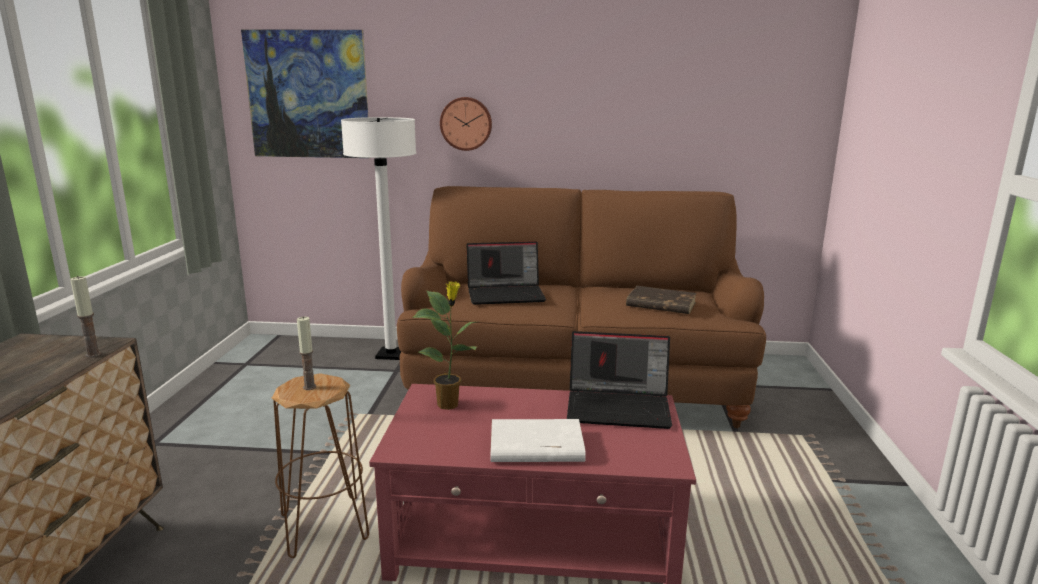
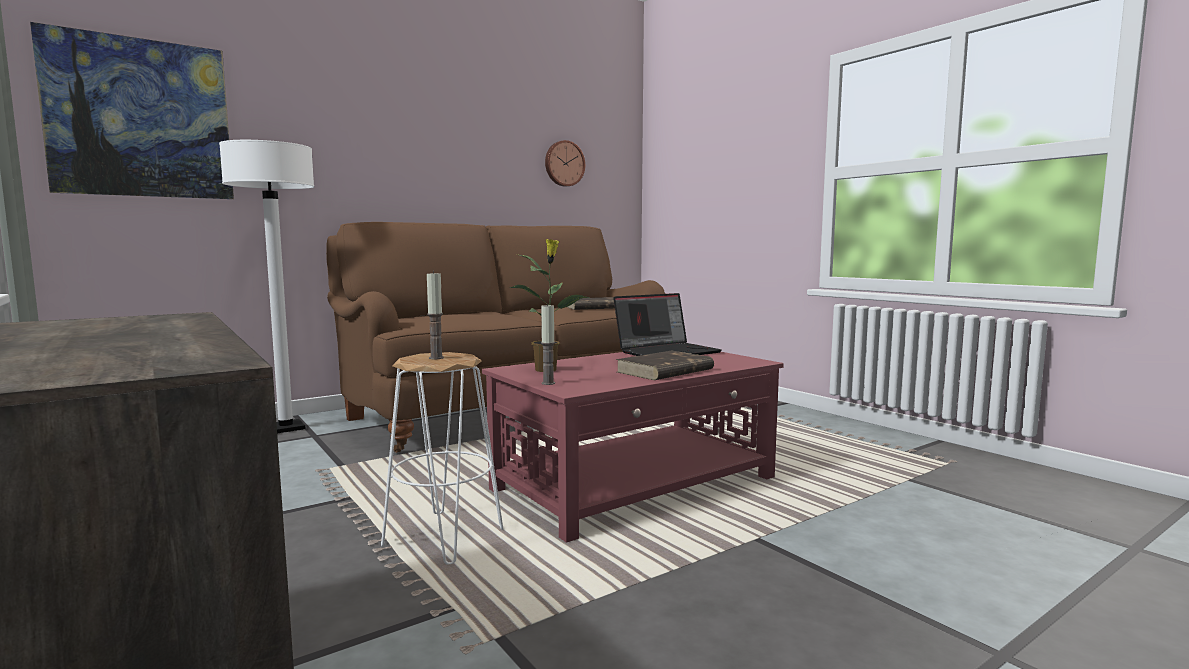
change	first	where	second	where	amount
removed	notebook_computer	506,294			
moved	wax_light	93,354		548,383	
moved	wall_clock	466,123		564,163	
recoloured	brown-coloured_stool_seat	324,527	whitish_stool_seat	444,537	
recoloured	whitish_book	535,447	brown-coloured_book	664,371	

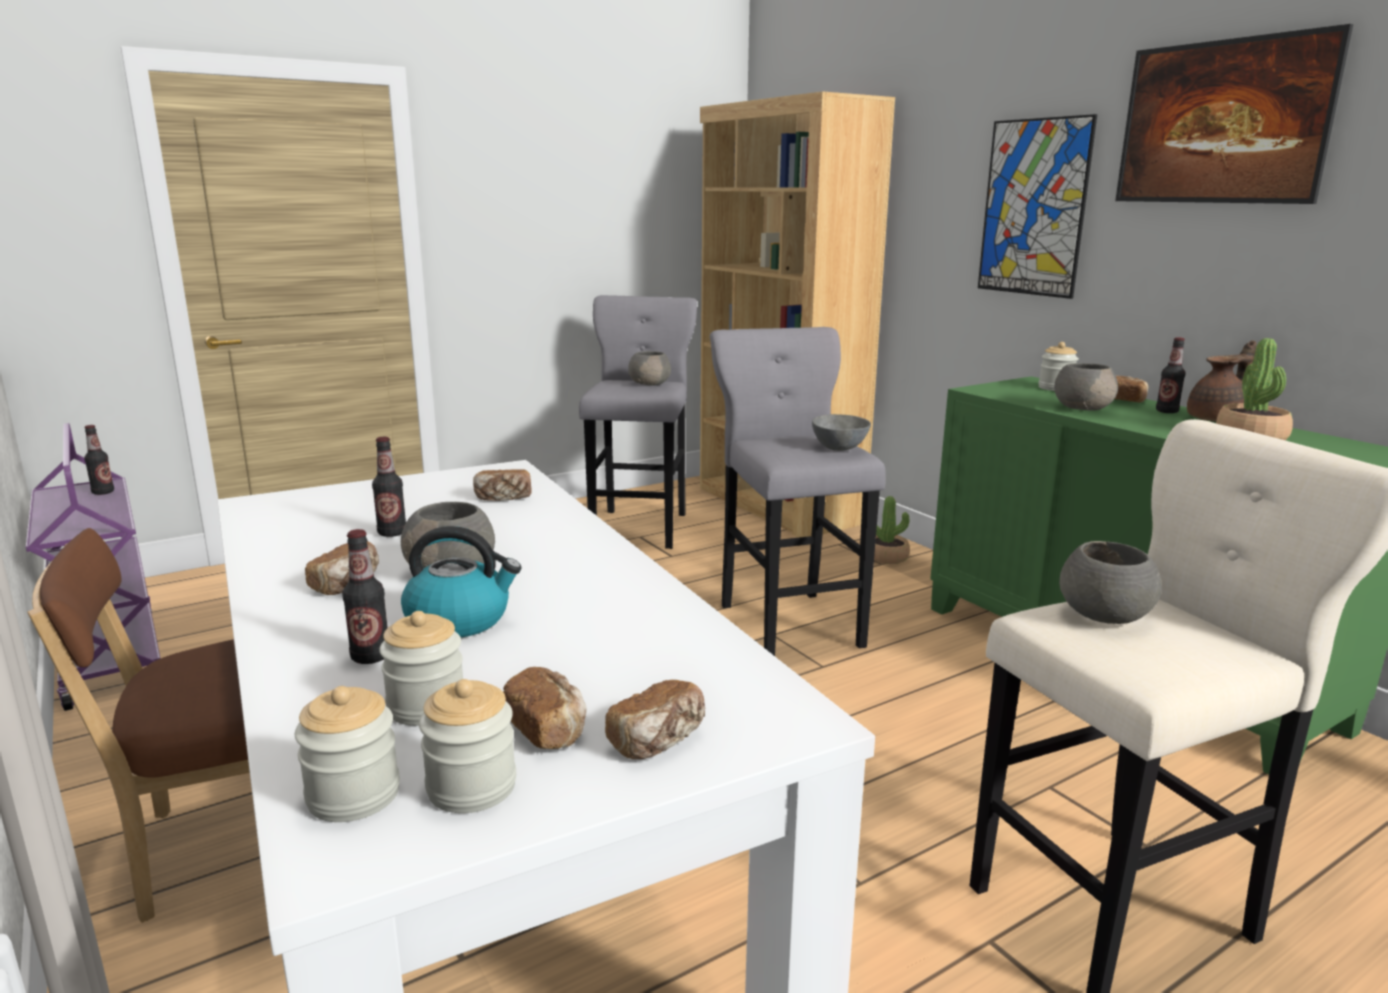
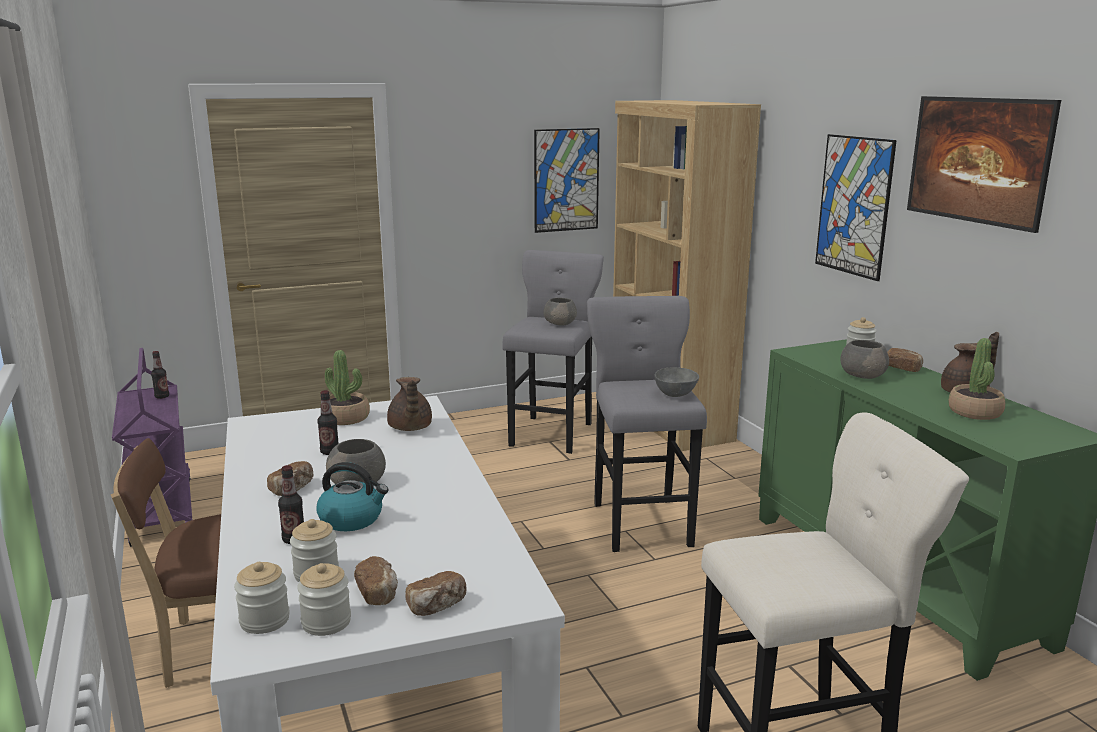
change	first	where	second	where	amount
removed	gray_serving_bowl	1103,616			
removed	beverage_bottle	1166,411			
added			wall_art	566,180	
moved	houseplant	887,557		346,418	
replaced	baked_bread	503,498	brown-coloured_pot_for_tea	409,428	

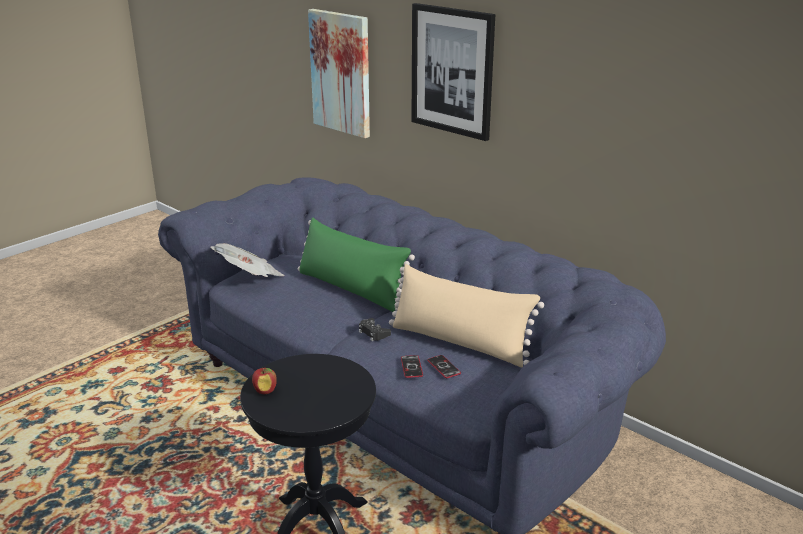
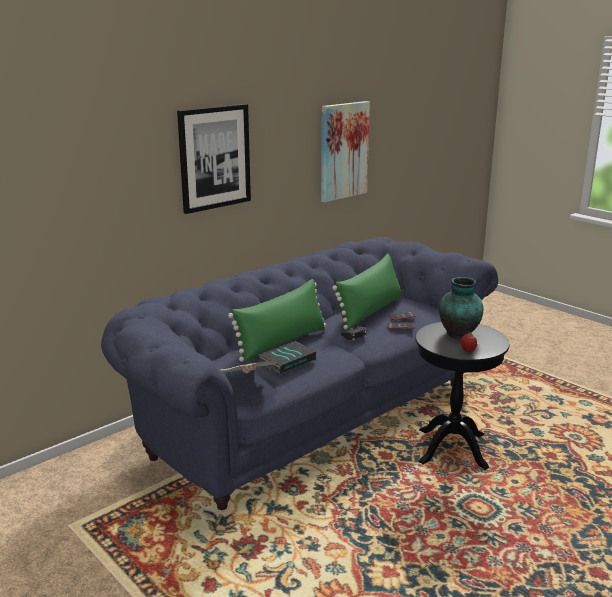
change	first	where	second	where	amount
added			book	287,360	
added			vase	459,334	
moved	wall_art	341,73		343,151	
recoloured	beige-coloured_pillow	459,343	green-coloured_pillow	370,311	

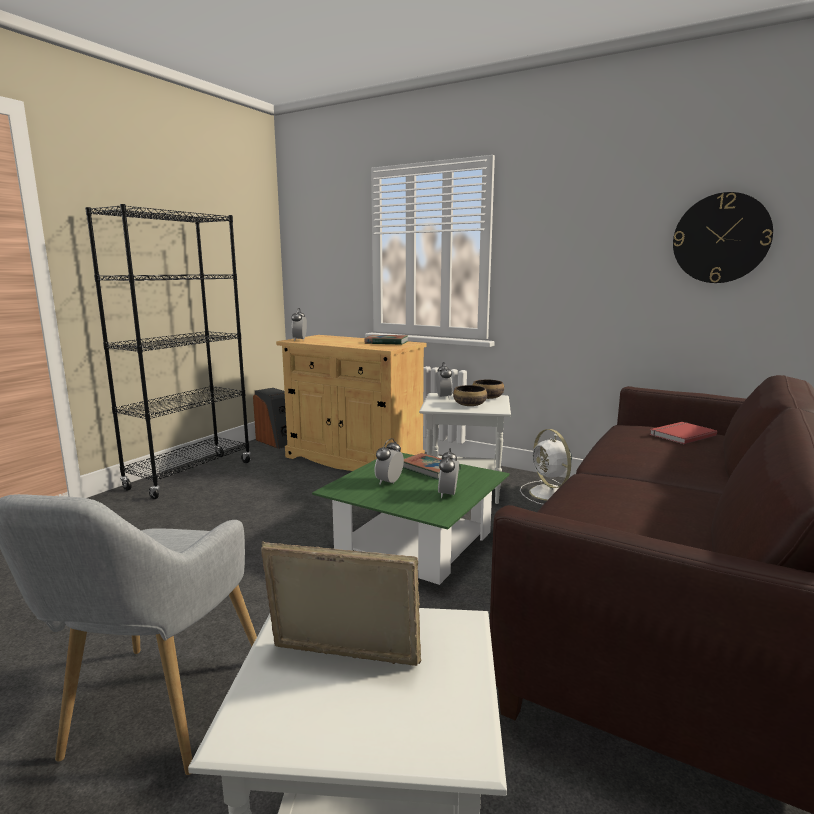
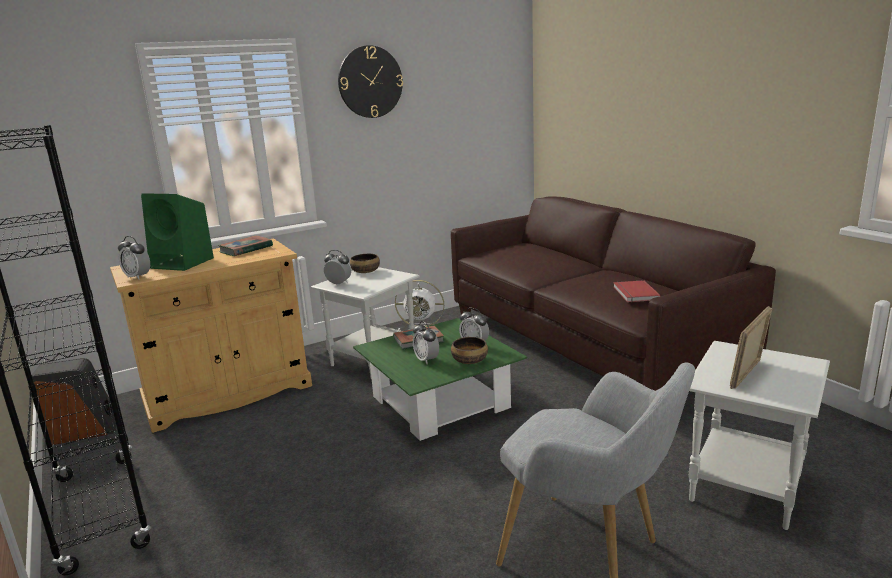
change	first	where	second	where	amount
added			green-coloured_loudspeaker	183,263	
moved	serving_bowl	470,405		469,360	
moved	red-coloured_book	680,435		634,293	
moved	wall_clock	721,238		370,82	

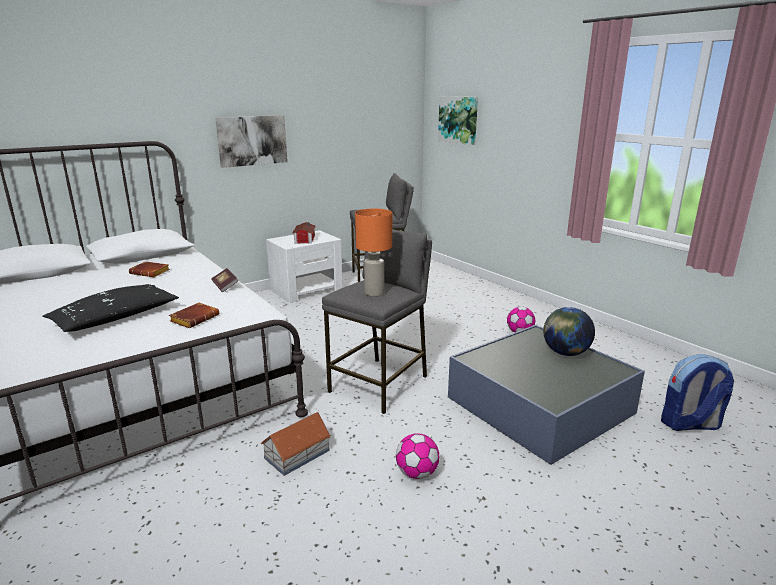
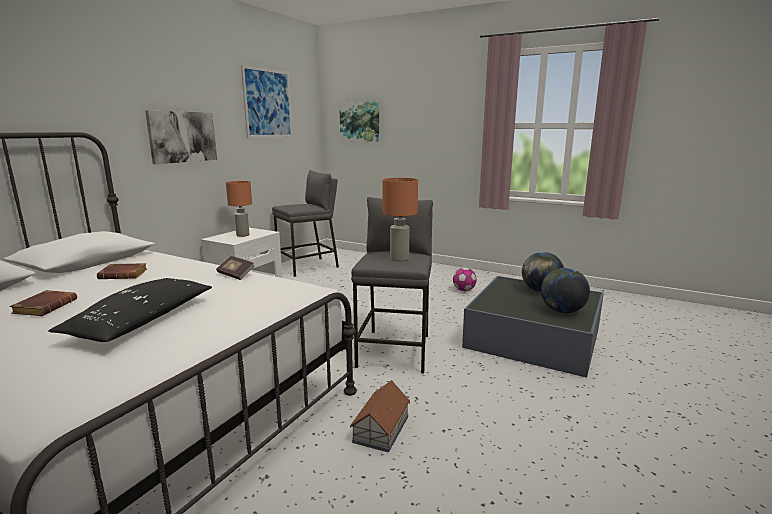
change	first	where	second	where	amount
removed	football_ball	417,473			
removed	knapsack	689,424			
added			wall_art	268,103	
added			globe	562,311	
moved	brown-coloured_book	195,318		45,307	
replaced	miniature_house	304,239	orange-coloured_tabletop_lamp	242,235	

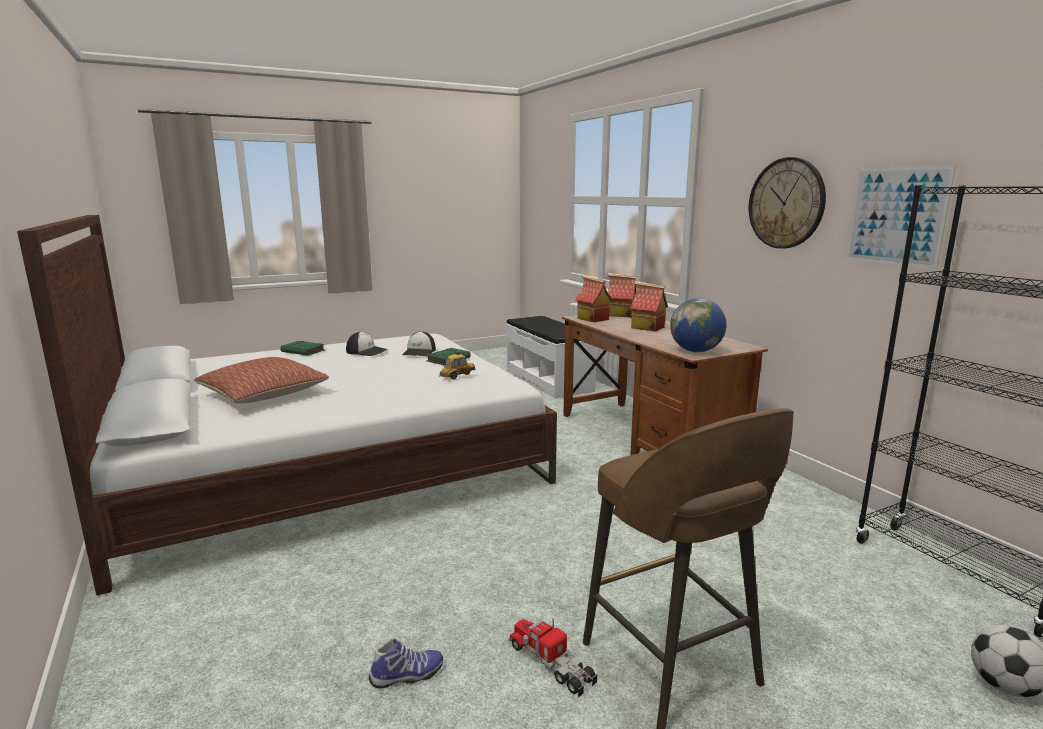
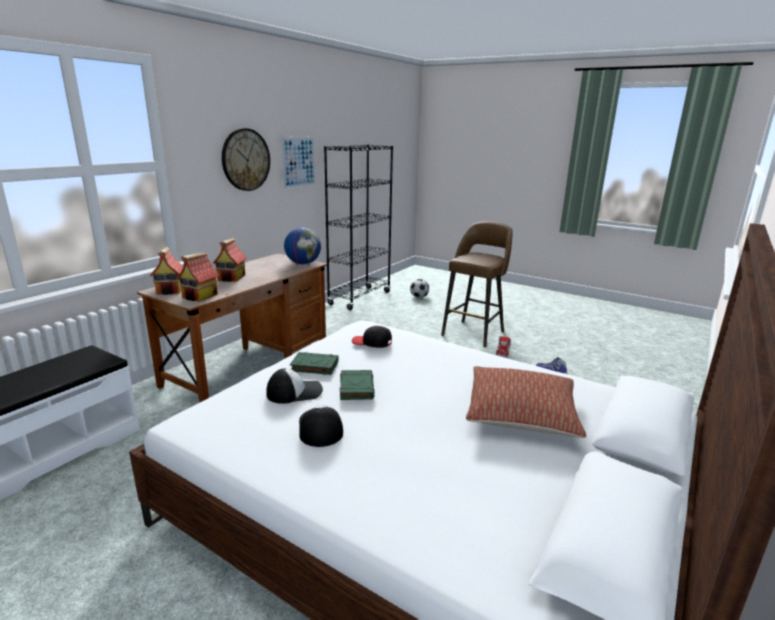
change	first	where	second	where	amount
moved	green-coloured_book	303,351		356,388	
replaced	miniature_car	458,376	black-coloured_cap	372,343	

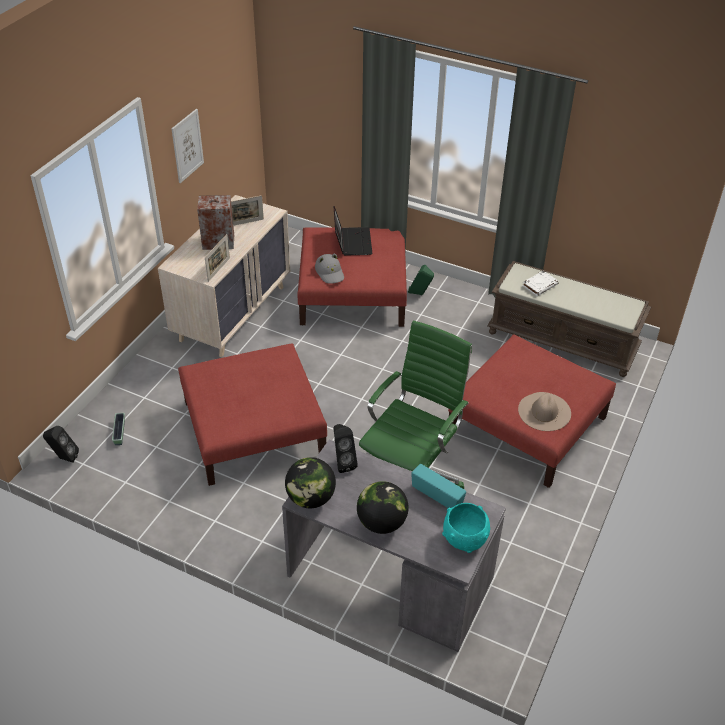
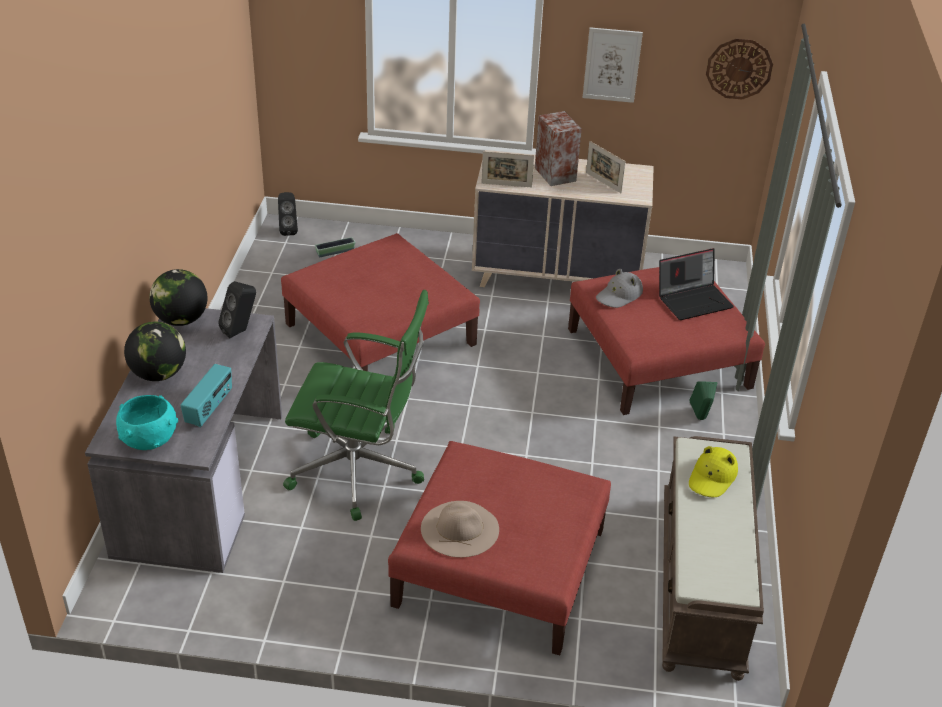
change	first	where	second	where	amount
added			wall_clock	739,68	
replaced	whitish_book	540,285	yellowish_wearable_hat	712,477	

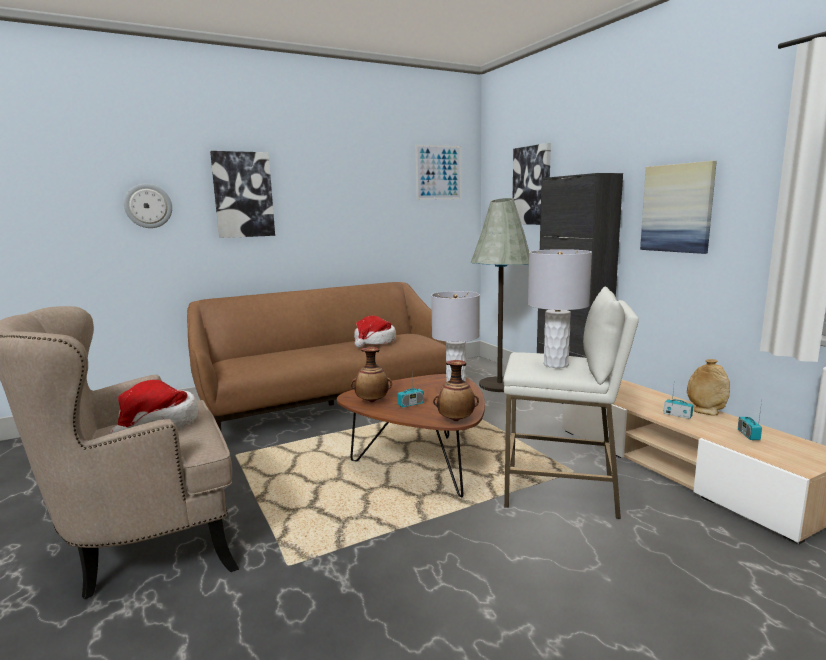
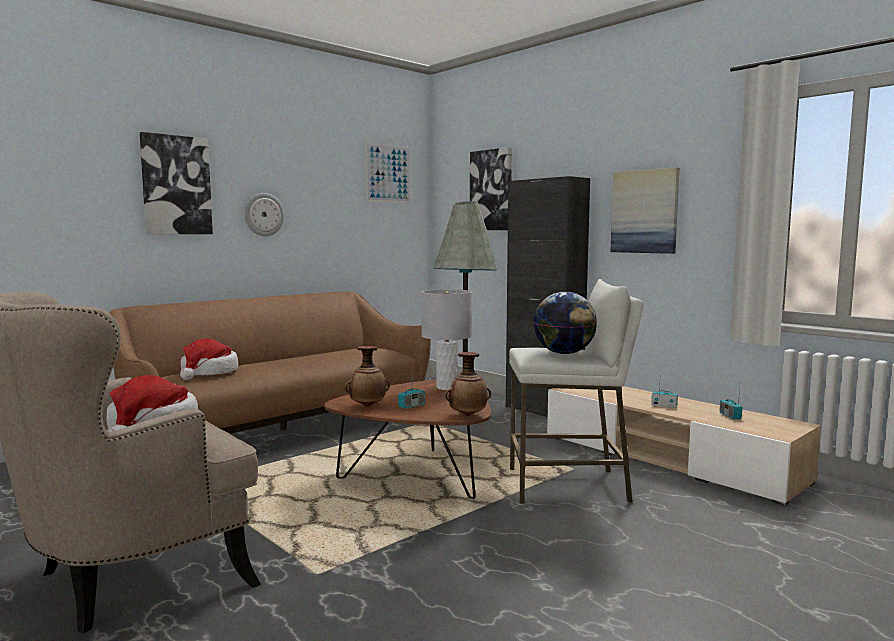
change	first	where	second	where	amount
removed	beige-coloured_vase	705,412			
moved	wall_clock	148,206		263,214	
moved	wearable_hat	374,342		208,373	
replaced	gray_tabletop_lamp	556,365	globe	564,353	

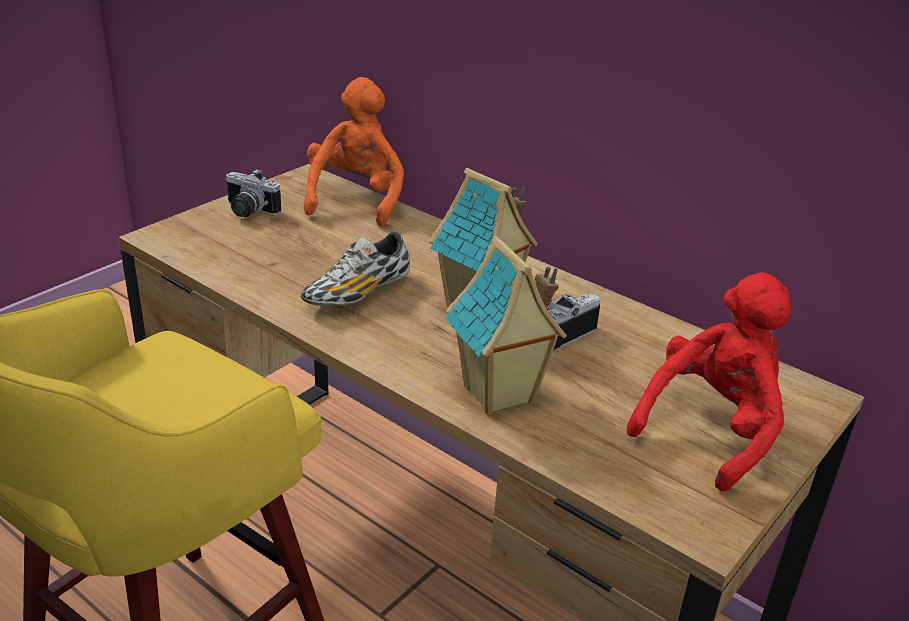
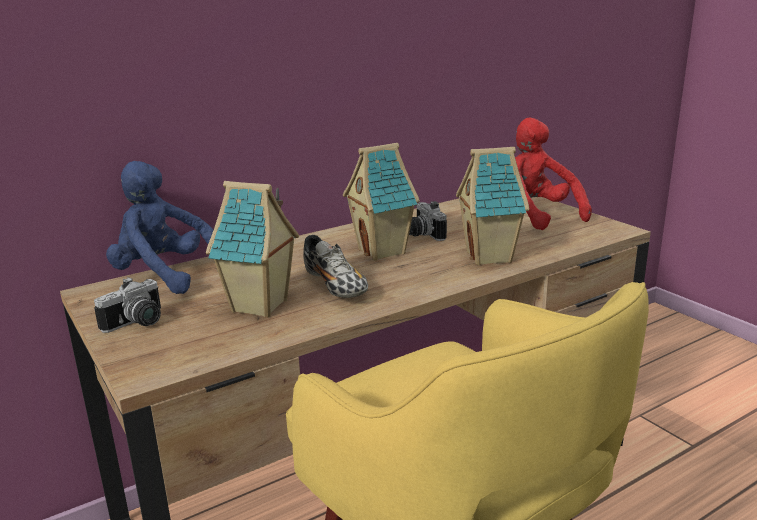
change	first	where	second	where	amount
added			miniature_house	261,306	
recoloured	orange-coloured_cuddly_toy	355,199	blue_cuddly_toy	166,276	

